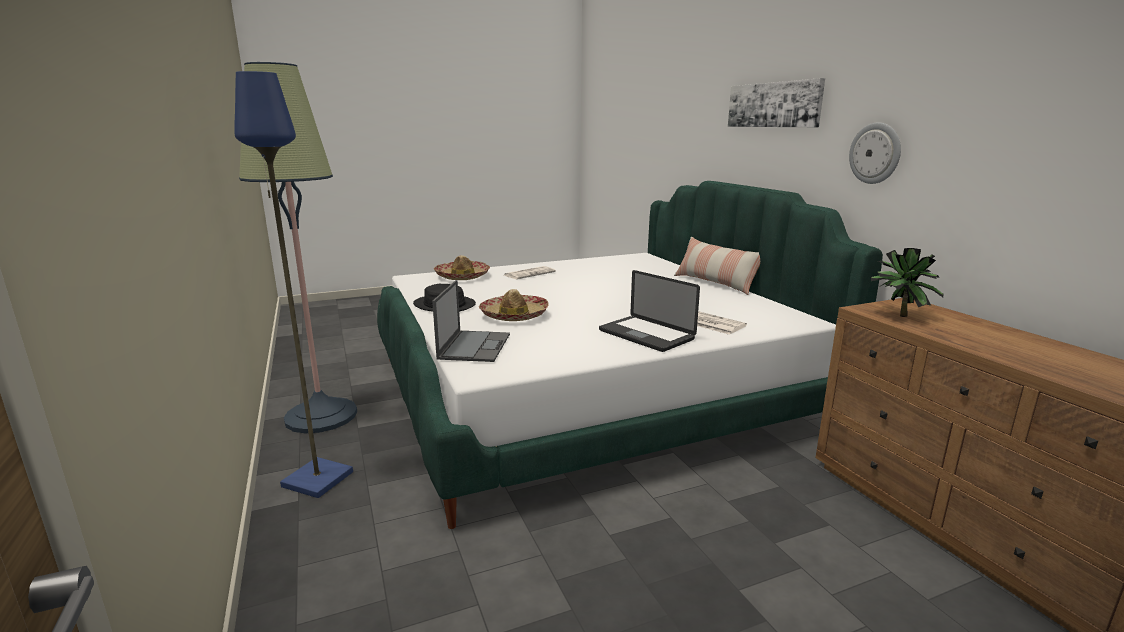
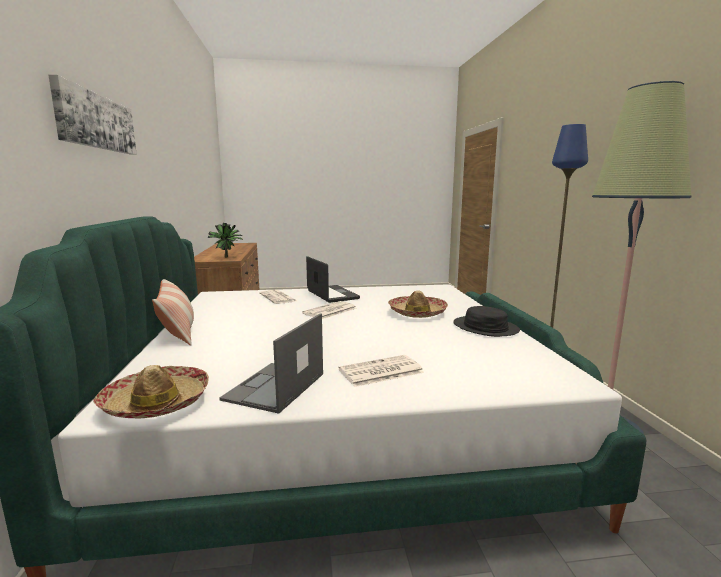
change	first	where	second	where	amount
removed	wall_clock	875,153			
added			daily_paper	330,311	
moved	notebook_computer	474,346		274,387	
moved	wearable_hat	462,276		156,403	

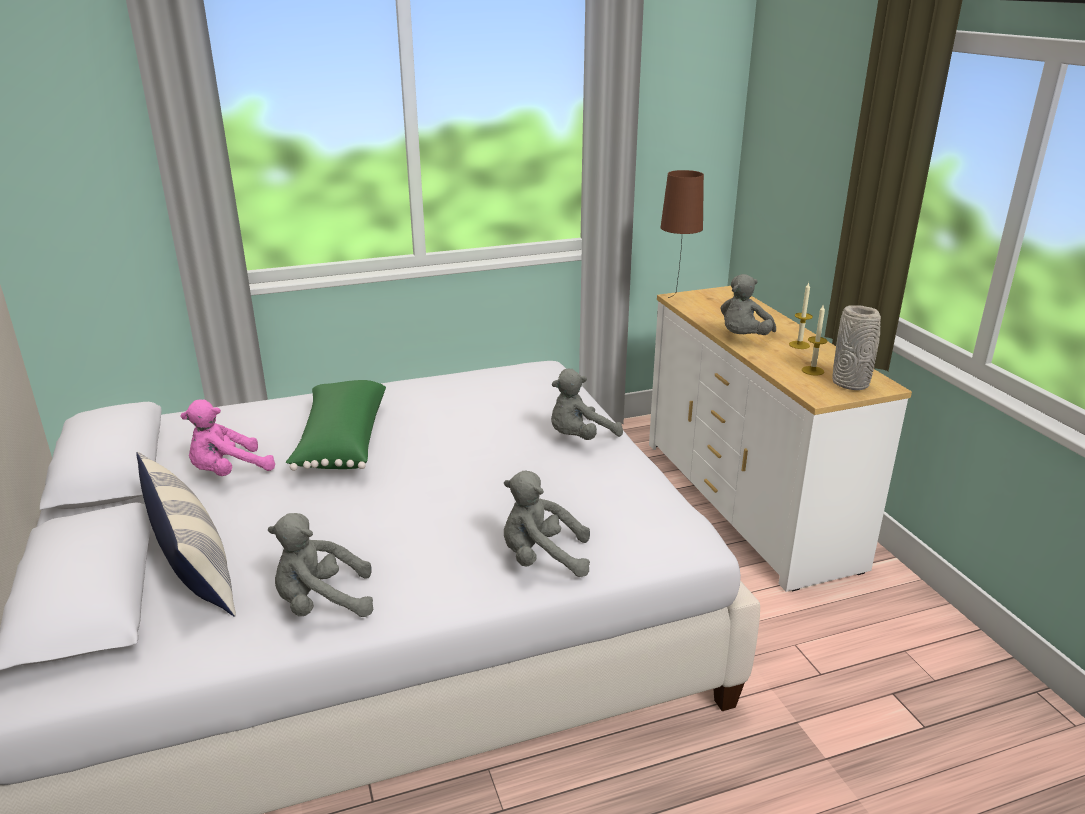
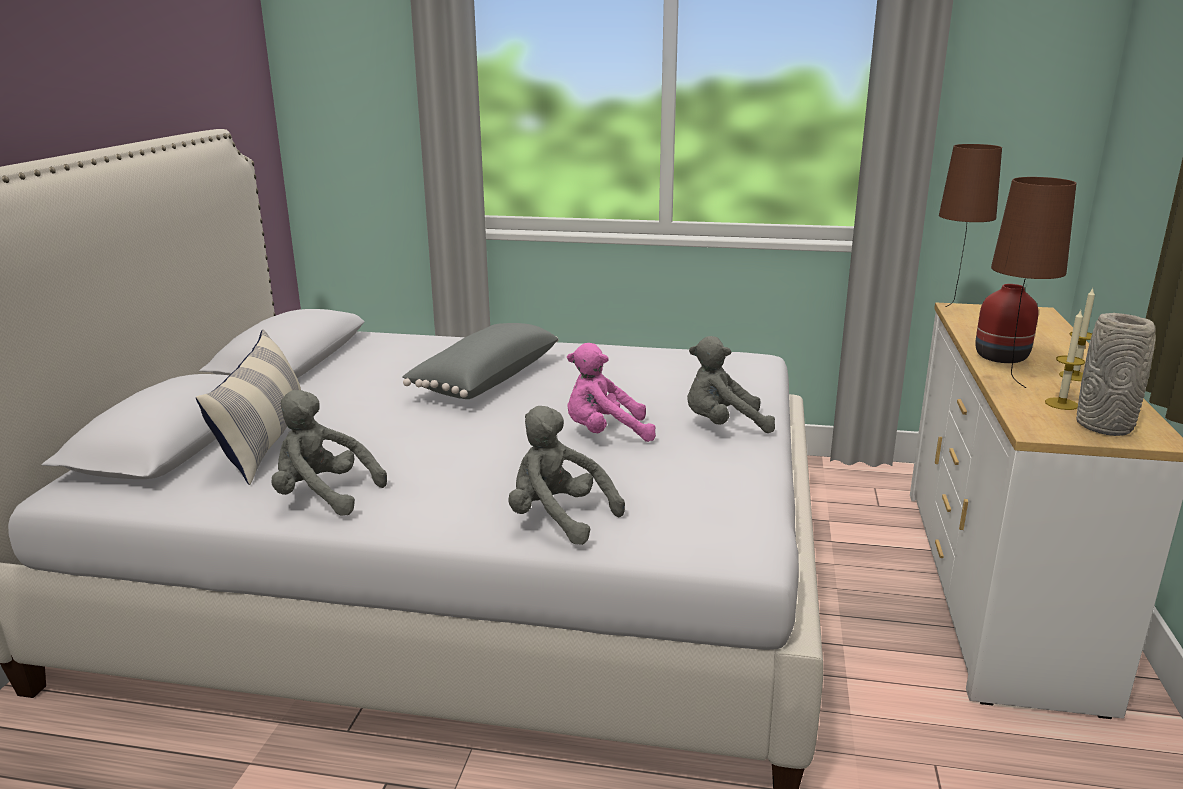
change	first	where	second	where	amount
added			brown-coloured_tabletop_lamp	1007,386	
moved	pinkish_cuddly_toy	228,472		605,434	
replaced	gray_cuddly_toy	743,338	red-coloured_vase	999,357	
recoloured	green-coloured_pillow	340,442	gray_pillow	484,379	

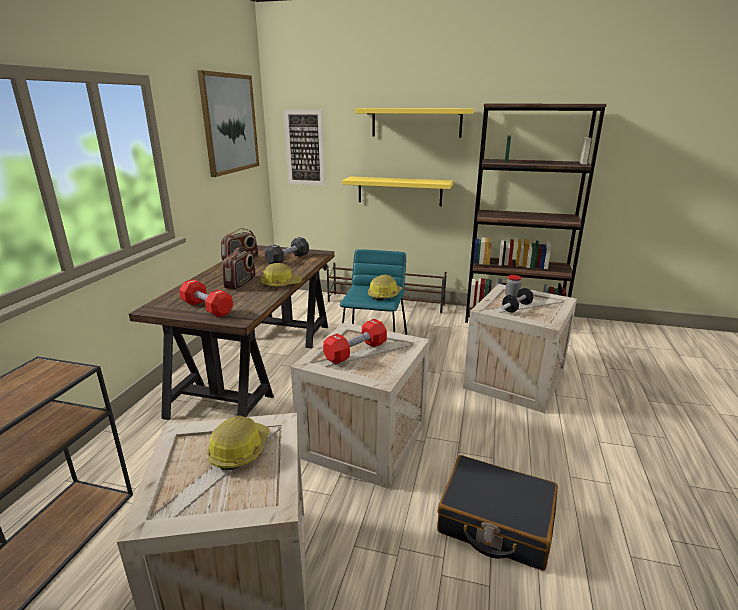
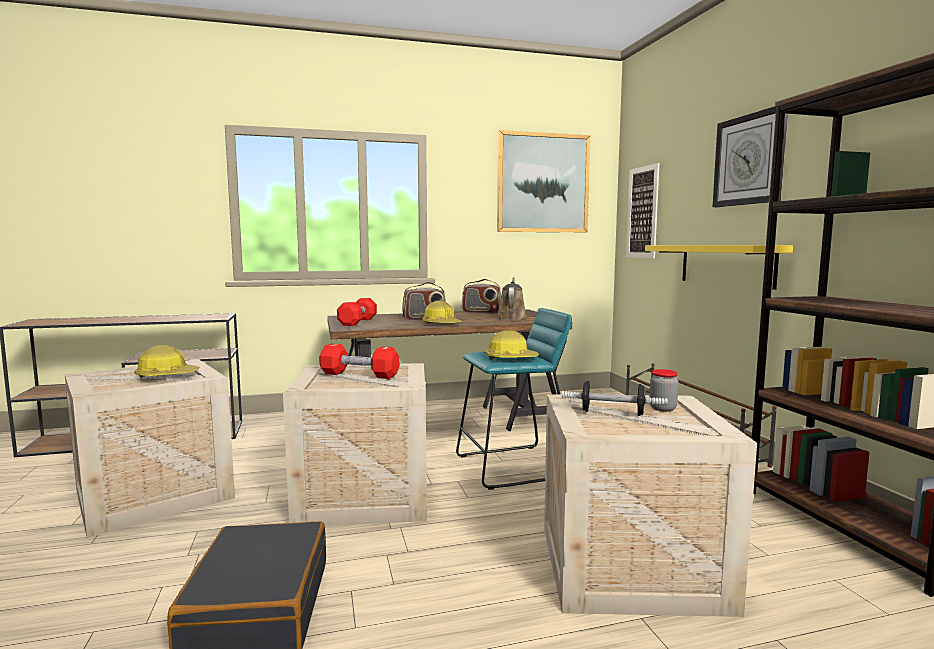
change	first	where	second	where	amount
replaced	black-coloured_dumbbell	288,259	brown-coloured_sprinkling_can	511,318	
replaced	yellowish_shelf	416,122	wall_clock	749,160	

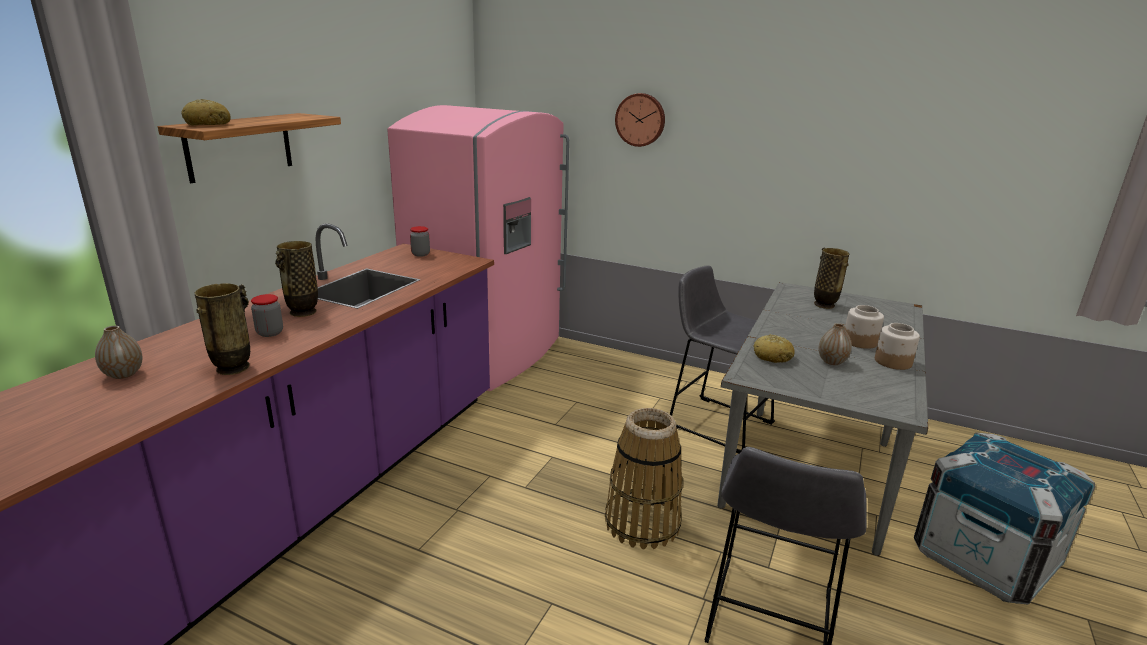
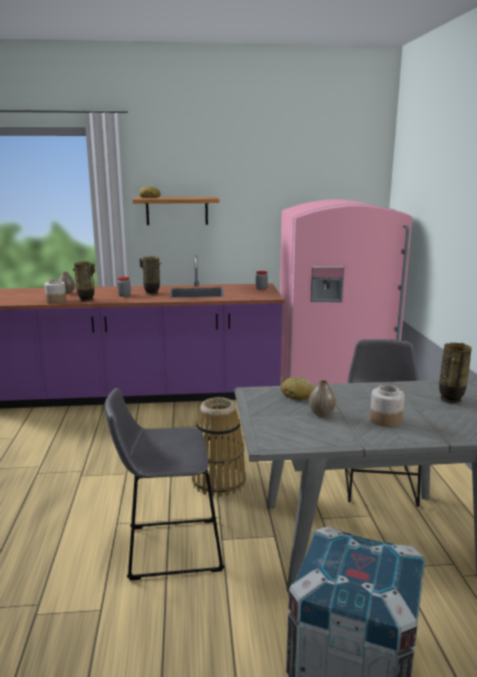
change	first	where	second	where	amount
removed	wall_clock	640,119			
moved	preserve_jar	892,362		56,301	

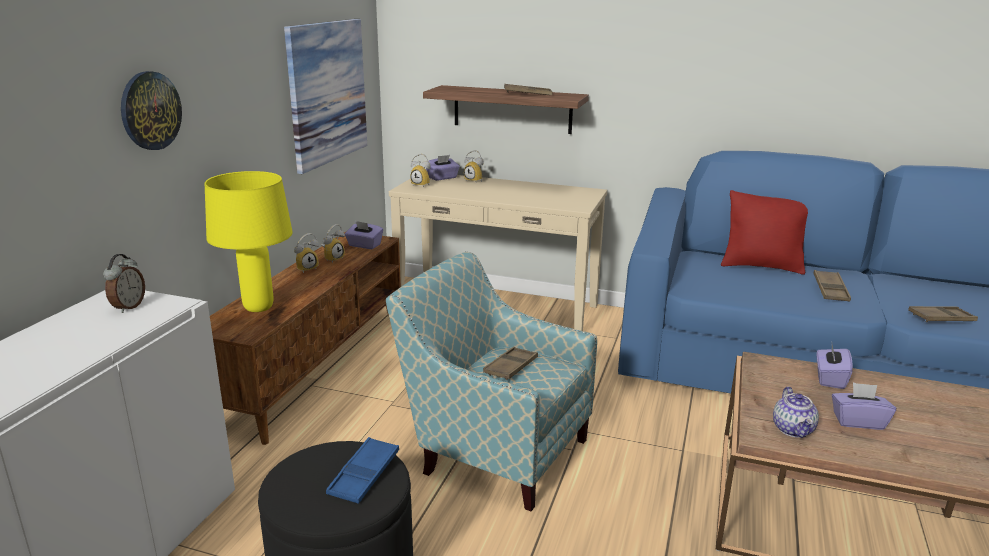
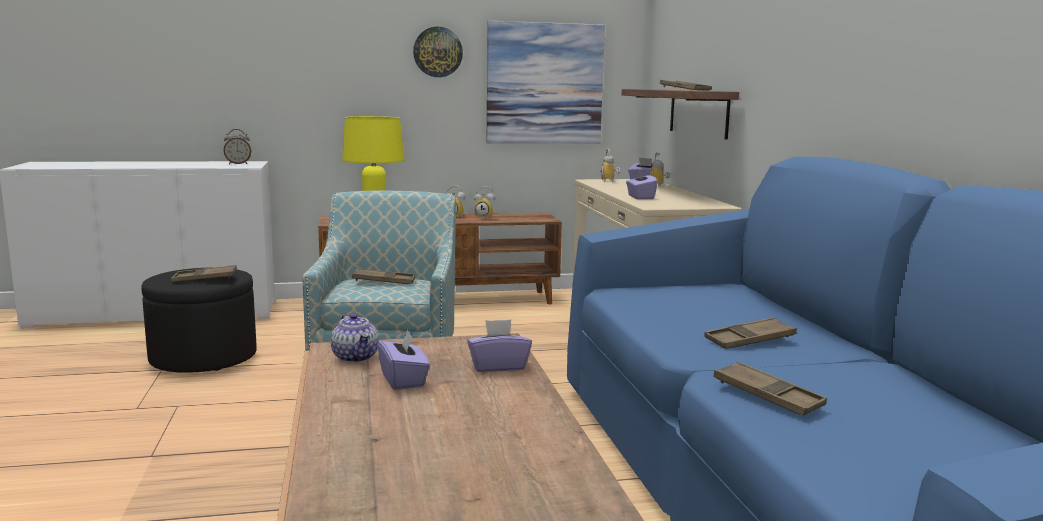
change	first	where	second	where	amount
removed	red-coloured_pillow	761,266			
moved	wall_clock	150,110		437,52	
moved	purple-coloured_tissue_box	364,245		640,197	
recoloured	blue_tray	364,475	brown-coloured_tray	204,279	
turned	pot_for_tea	793,430		356,357	90 degrees counterclockwise

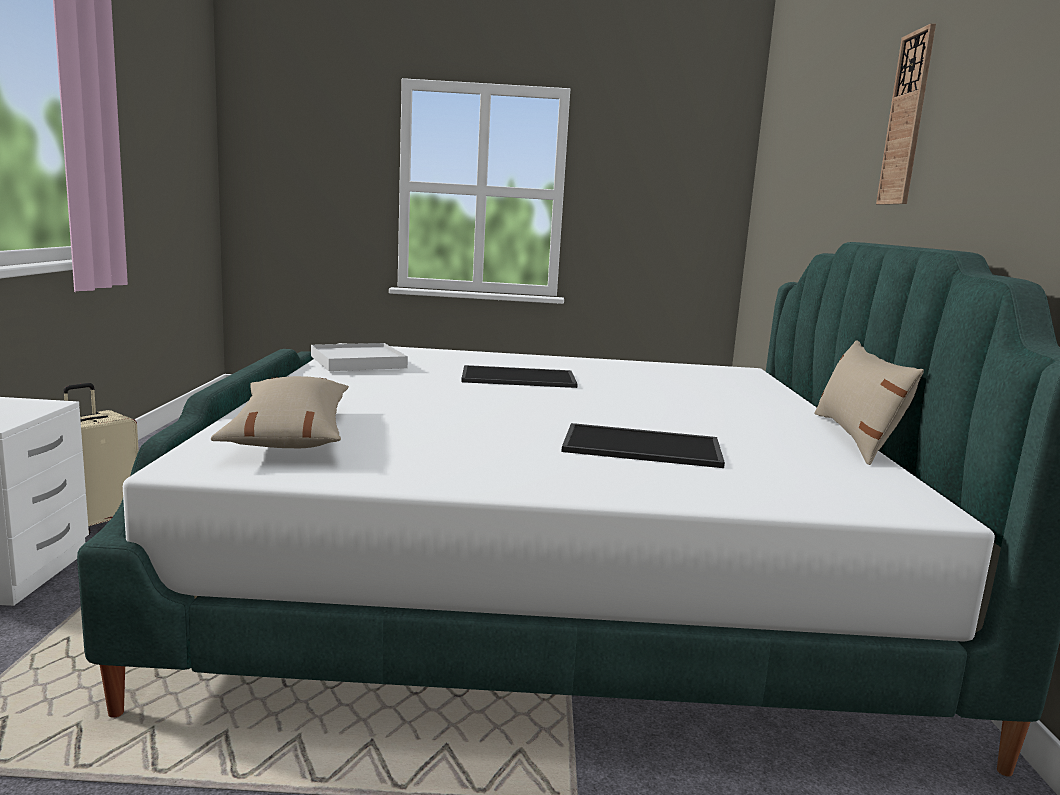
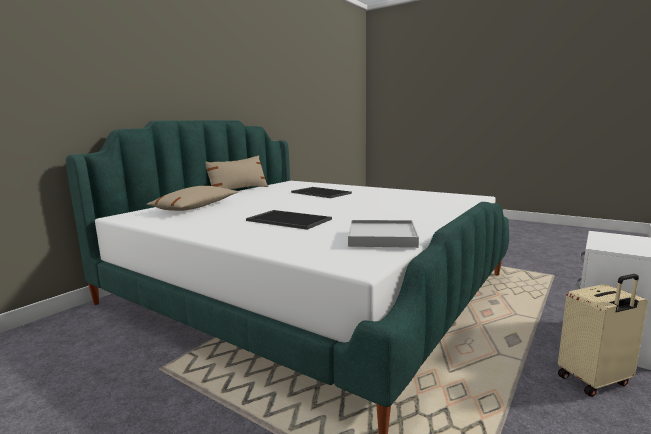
change	first	where	second	where	amount
removed	wall_clock	906,119			
moved	beige-coloured_pillow	290,433		196,207	

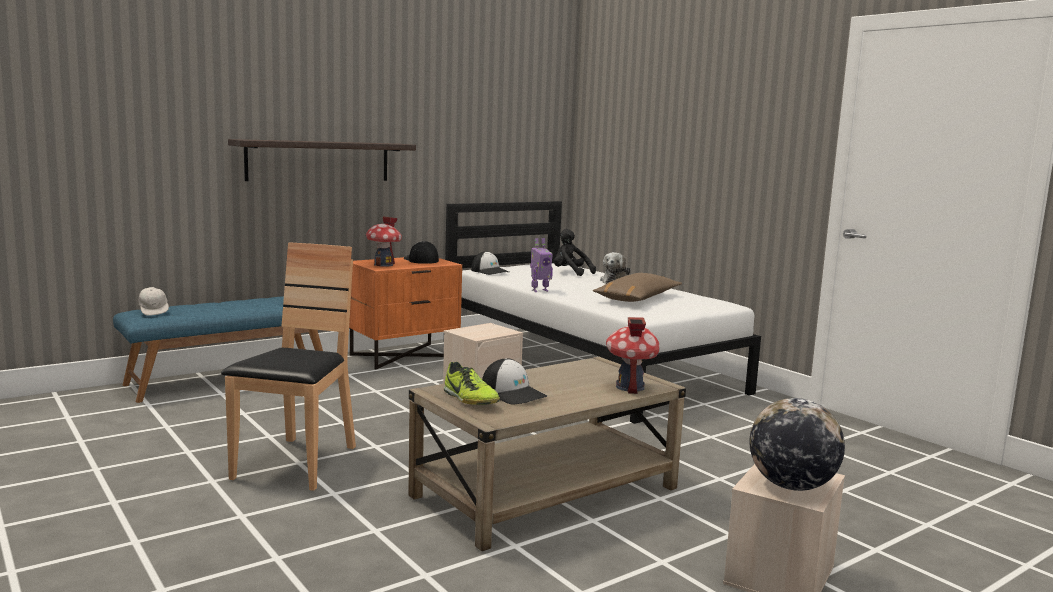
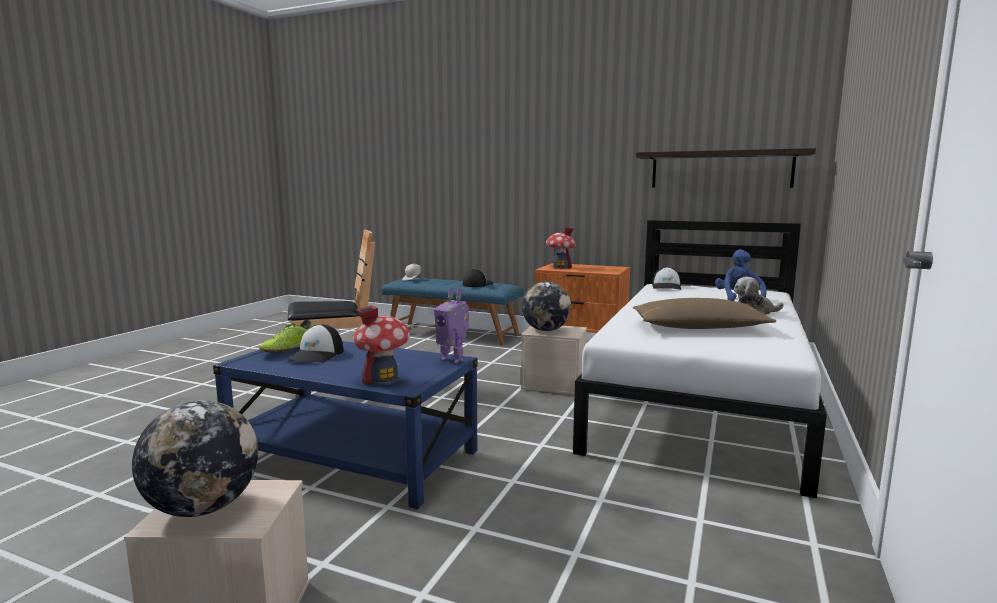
change	first	where	second	where	amount
added			globe	546,330	
moved	shelf	319,161		720,169	
moved	cap	420,260		477,284	
moved	toy_robot	539,290		453,359	
recoloured	beige-coloured_coffee_table	546,493	blue_coffee_table	353,457	
recoloured	black-coloured_cuddly_toy	570,273	blue_cuddly_toy	738,299	

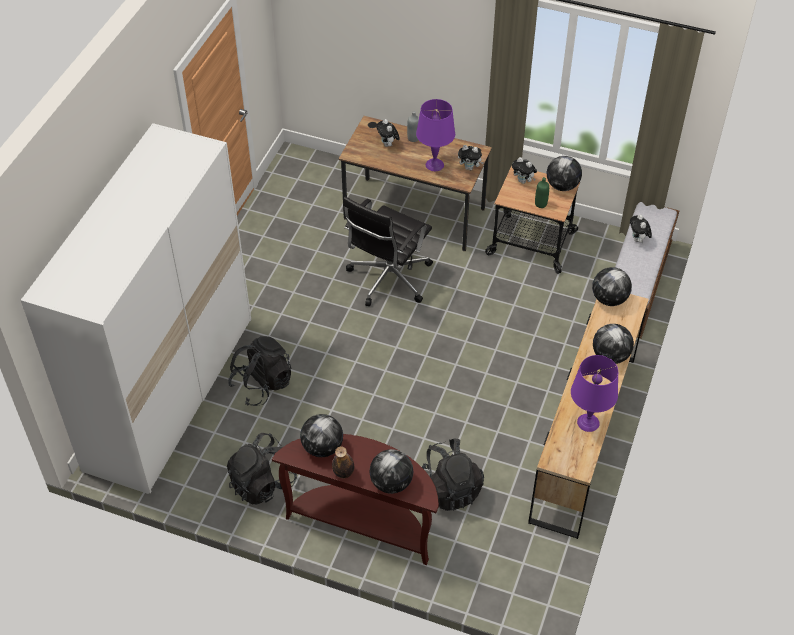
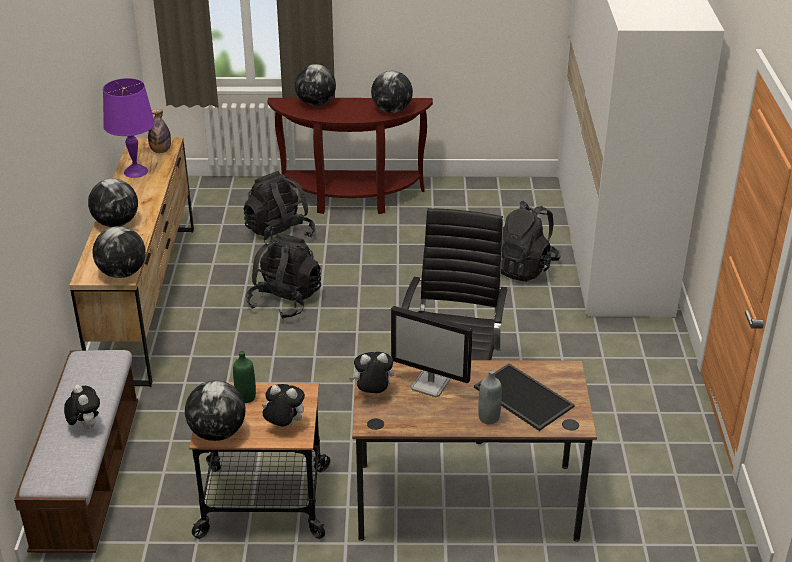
change	first	where	second	where	amount
moved	black-coloured_knapsack	262,483		285,301	
moved	beverage_bottle	343,472		161,151	
replaced	cuddly_toy	388,145	tray	521,397	
replaced	purple-coloured_tabletop_lamp	434,165	computer_screen	431,385	

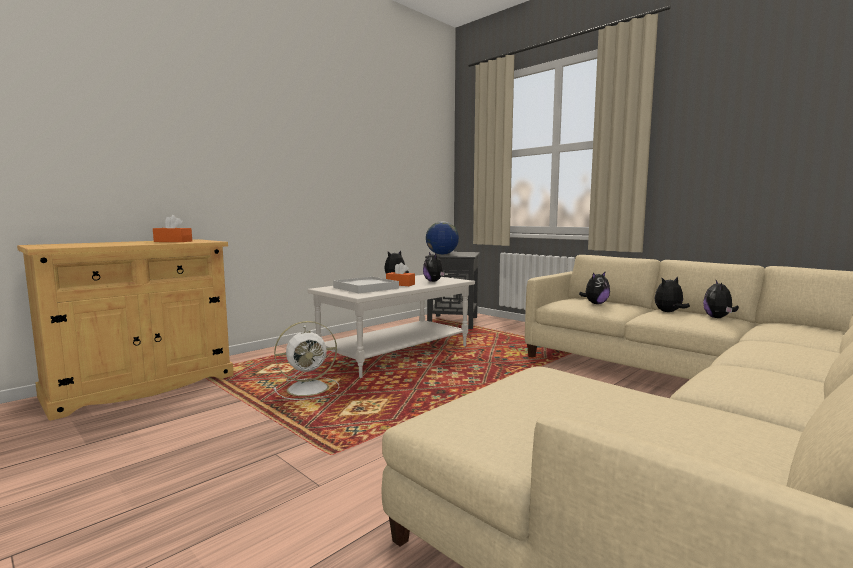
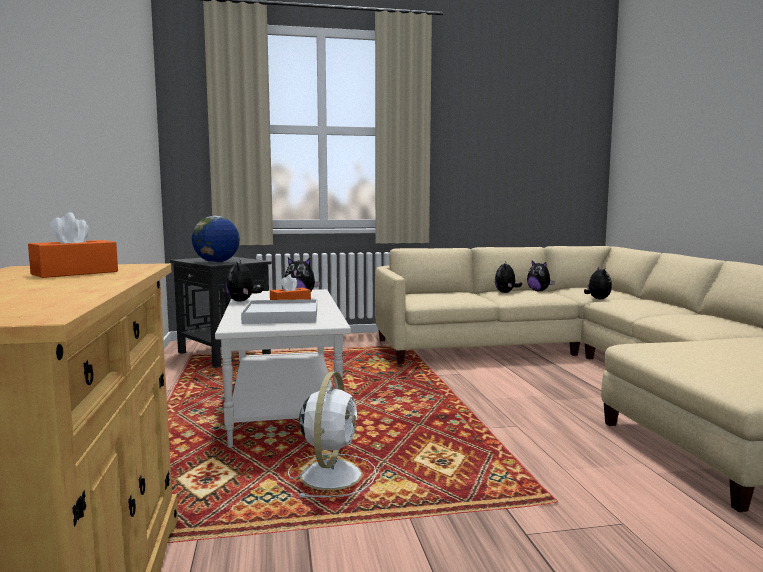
change	first	where	second	where	amount
moved	cuddly_toy	595,303		597,299	

